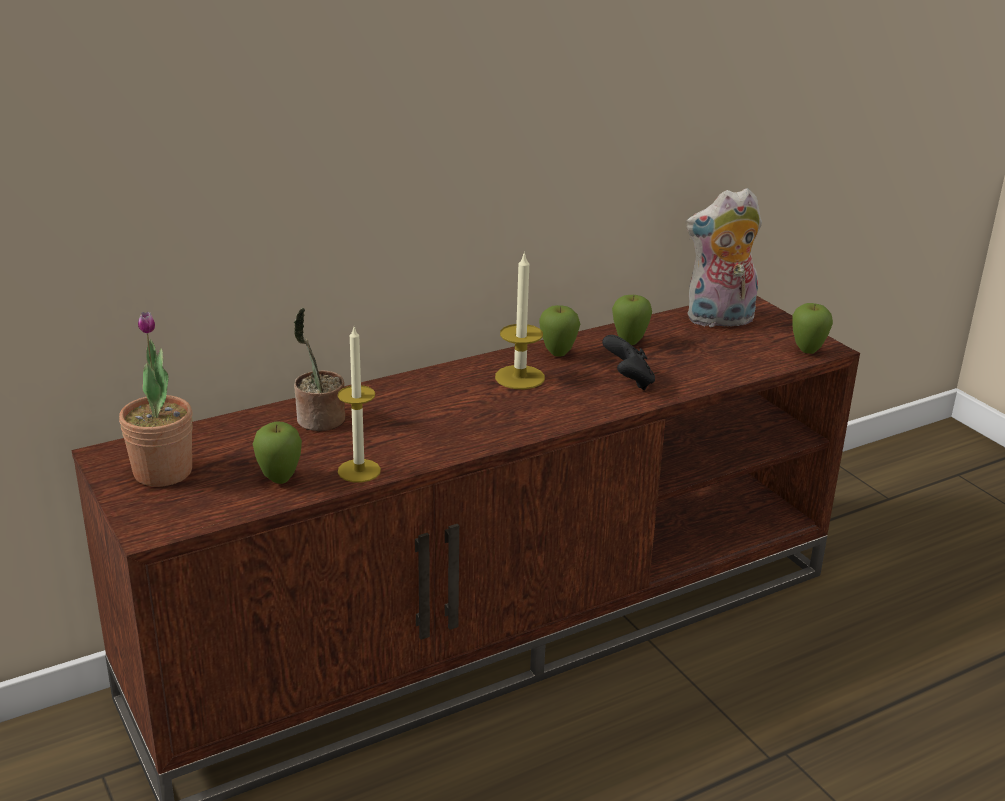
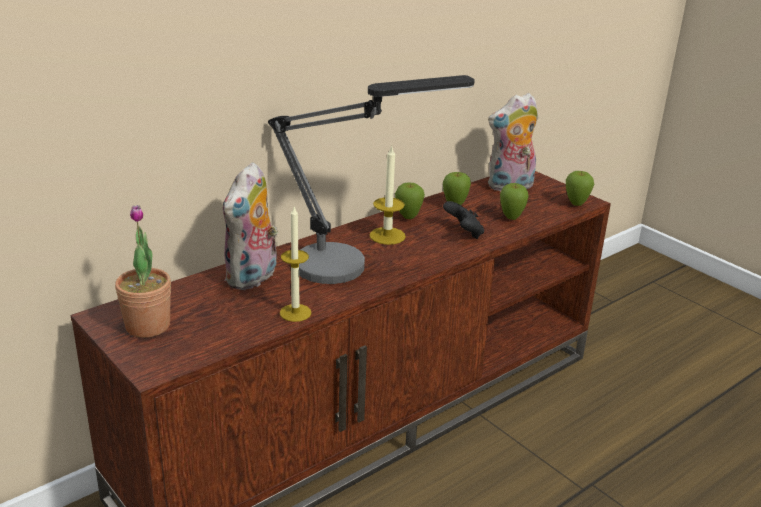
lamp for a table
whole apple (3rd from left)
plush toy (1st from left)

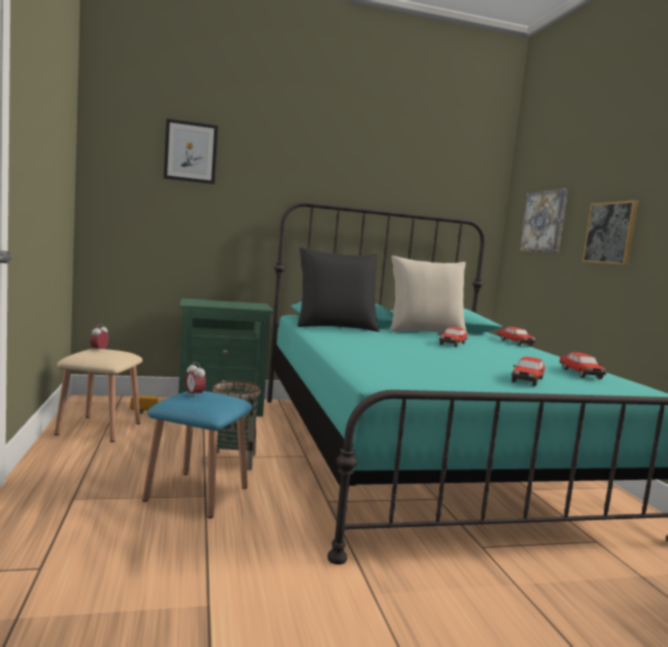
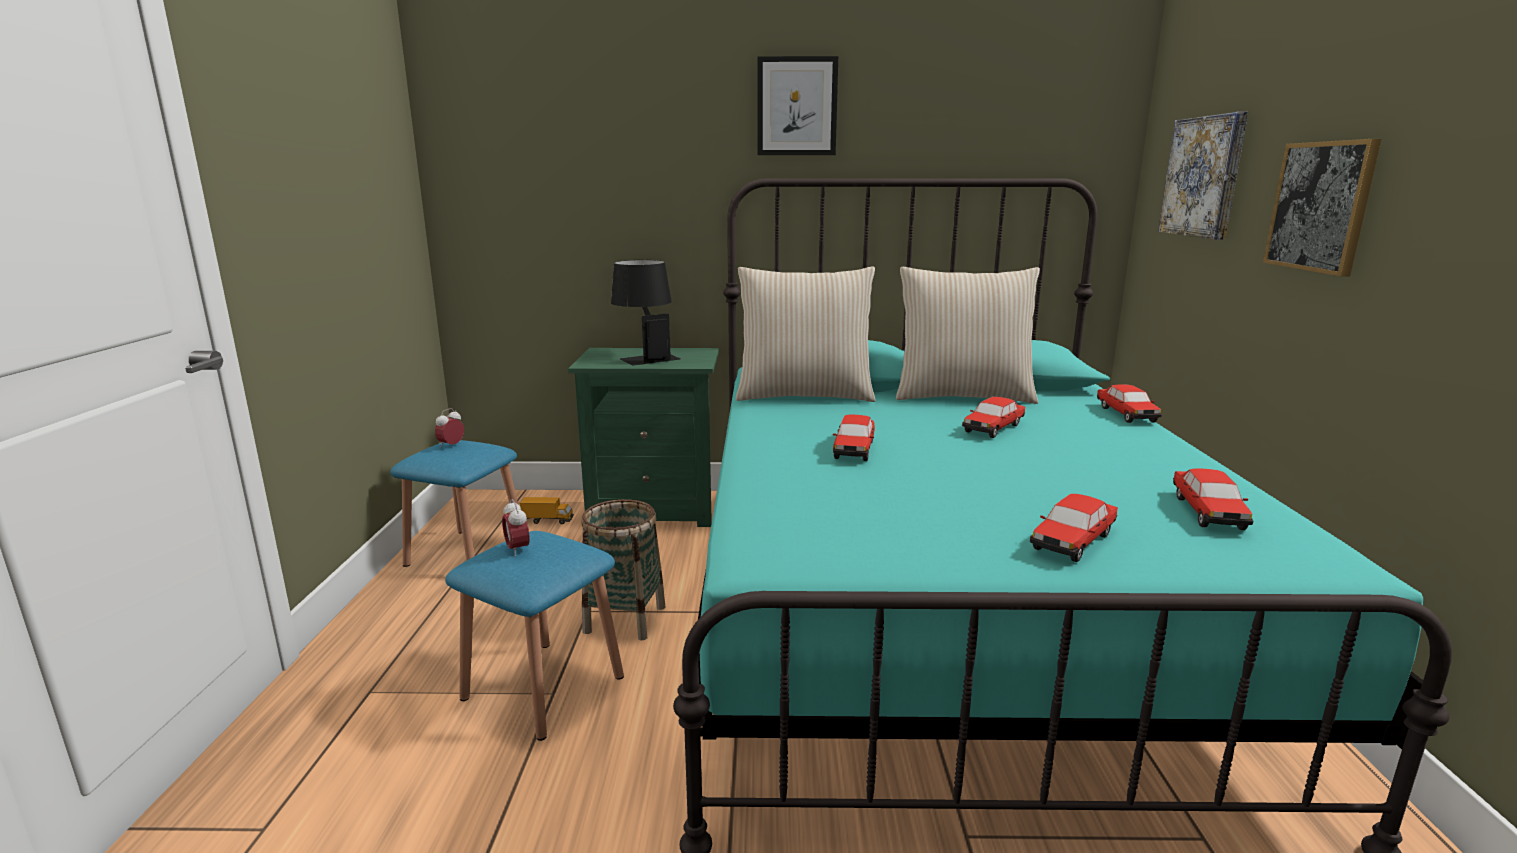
black-coloured lamp for a table
toy car (1st from left)
picture (1st from left)
blue-coloured sitting stool (1st from left)
sand-coloured pillow (1st from left)

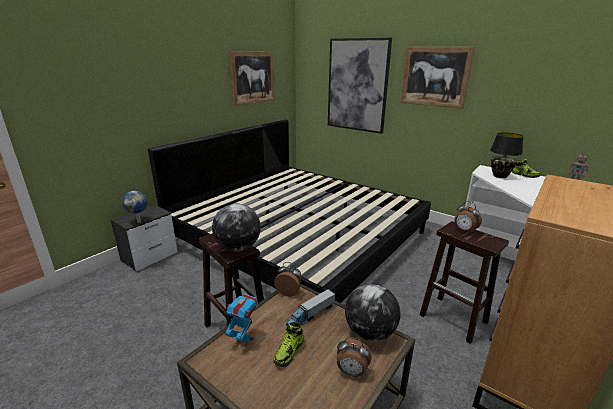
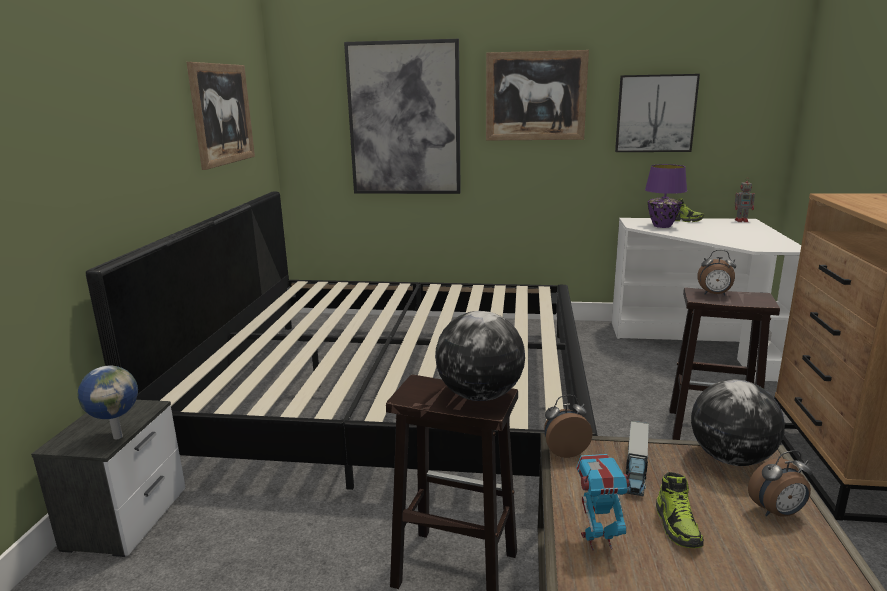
picture (4th from left)
purplish lamp for a table

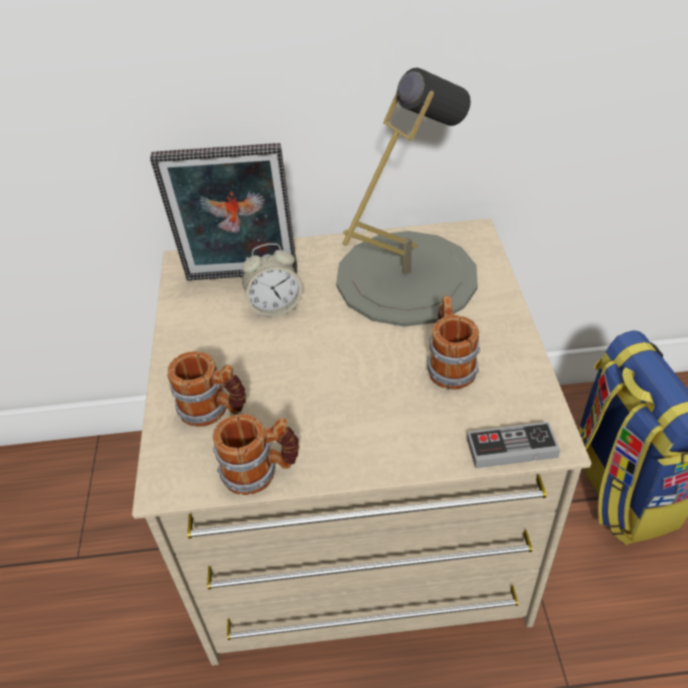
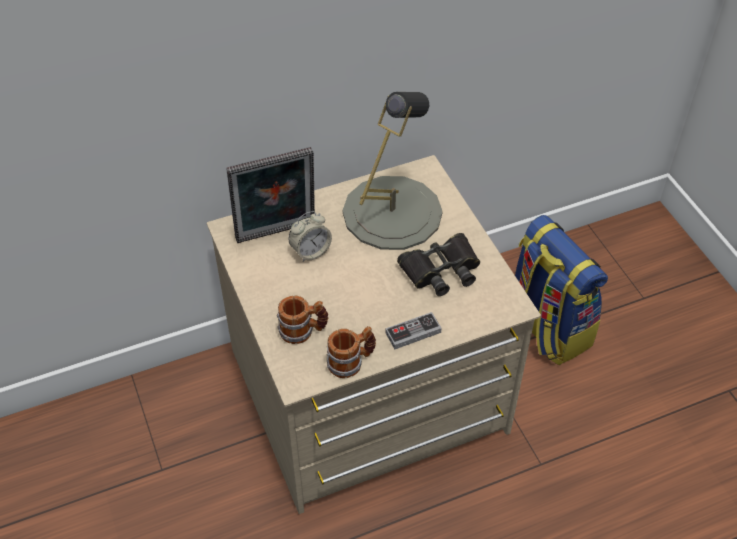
joypad
black-coloured pair of binoculars

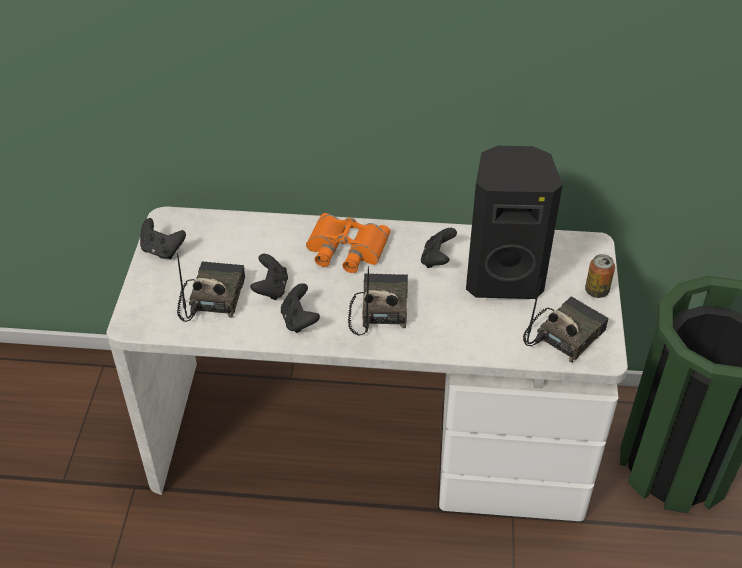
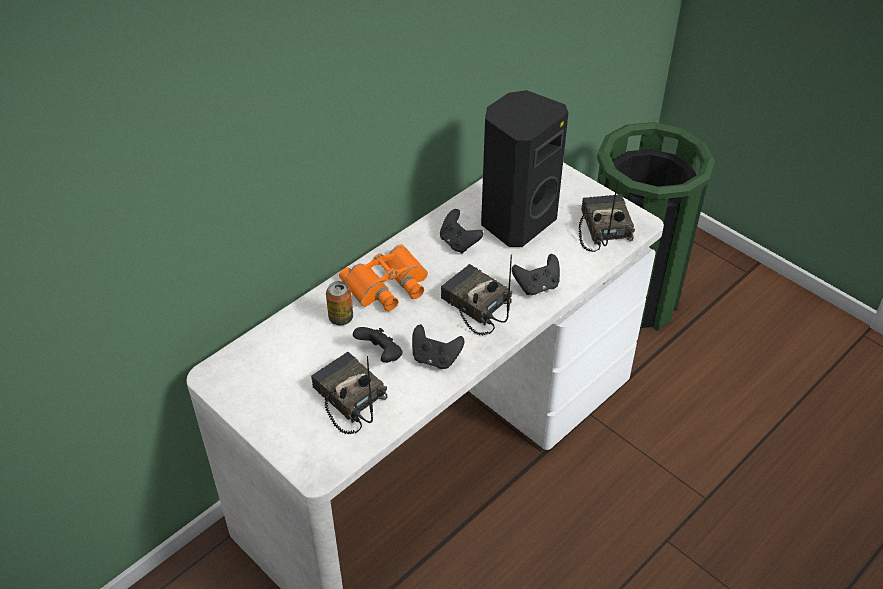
black-coloured joypad (4th from left)
can

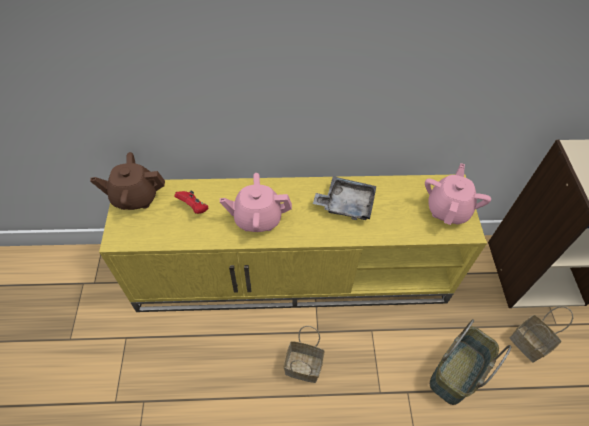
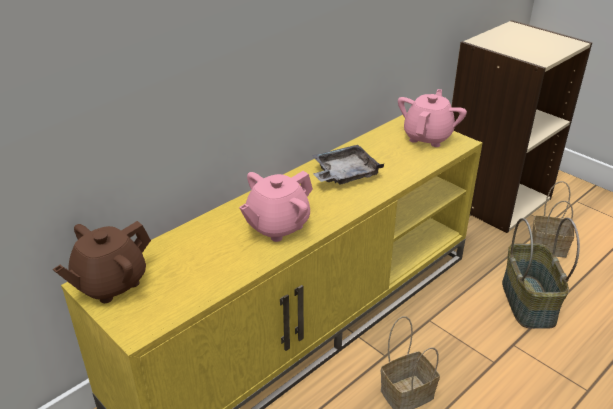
reddish joypad
pink-coloured tea pot (2nd from left)

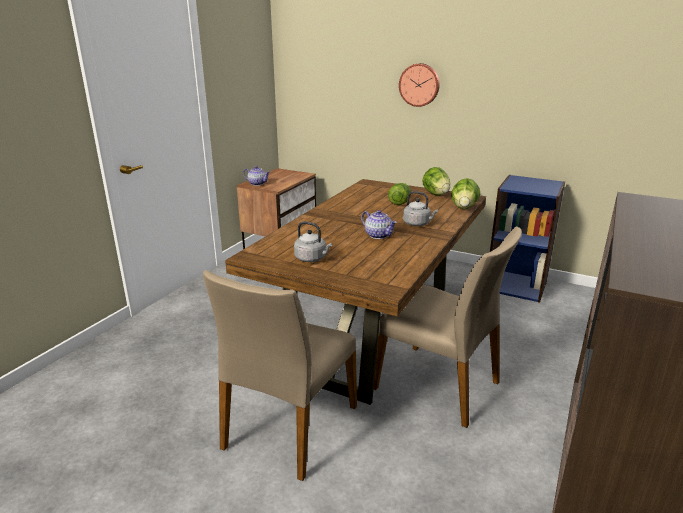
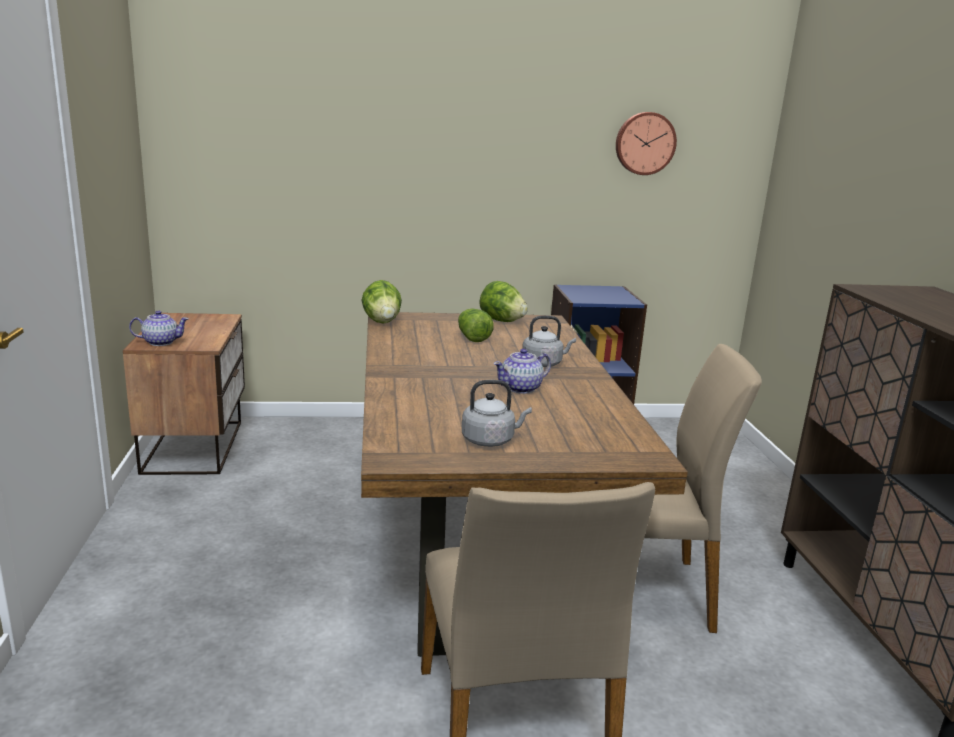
hanging clock
lettuce head (1st from left)
tea pot (2nd from left)

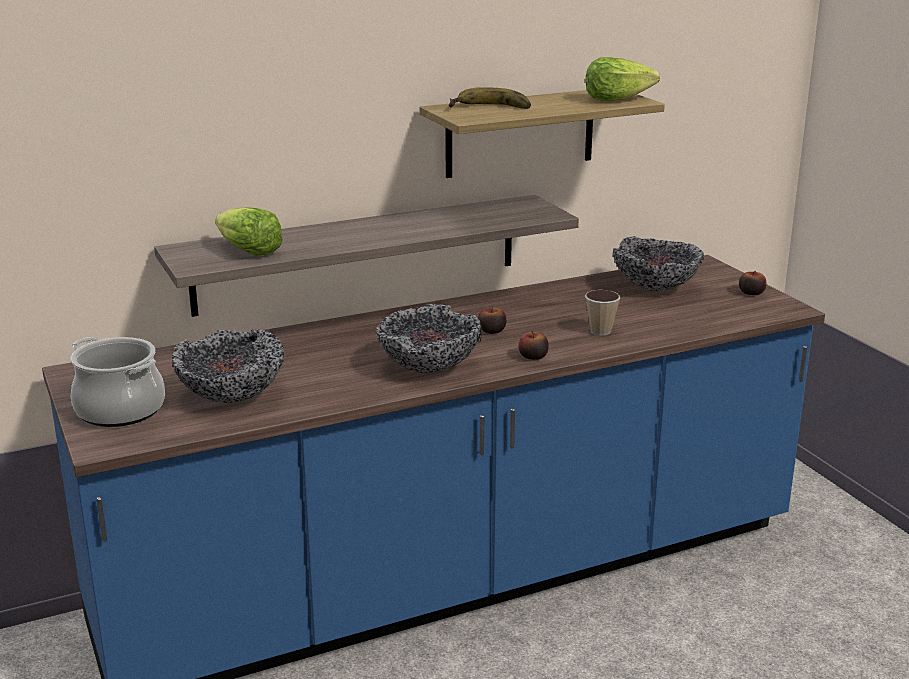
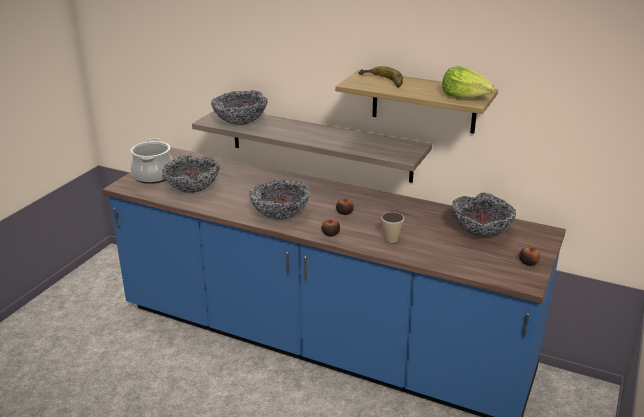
serving bowl (2nd from left)

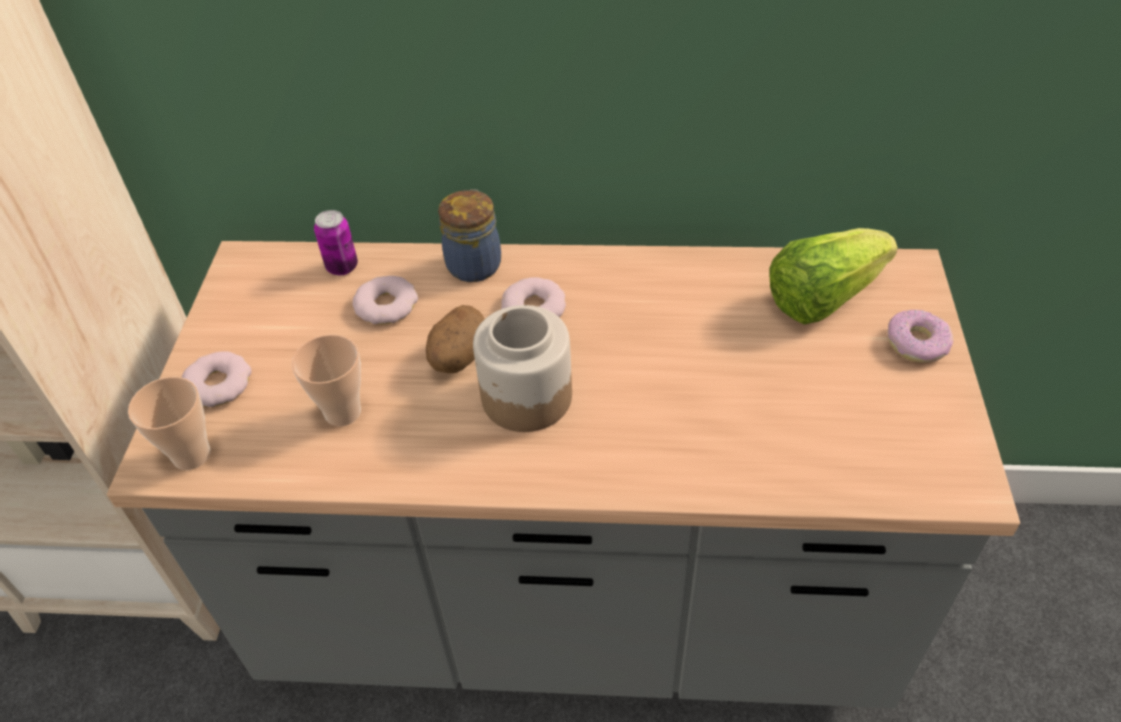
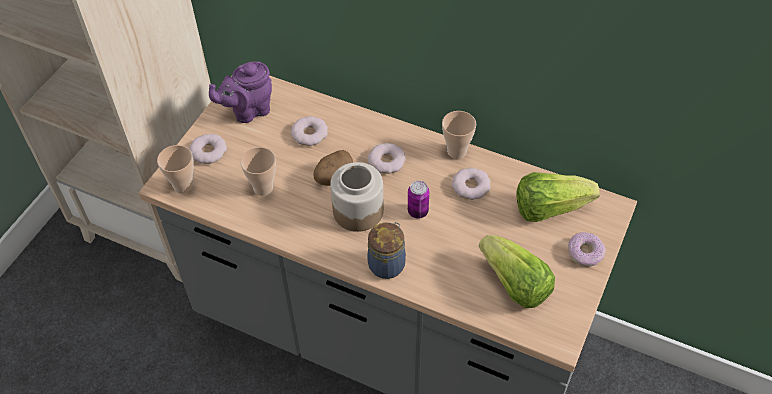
purplish tea pot
drinking cup (3rd from left)
donut (4th from left)
lettuce head (1st from left)
can
jar (2nd from left)

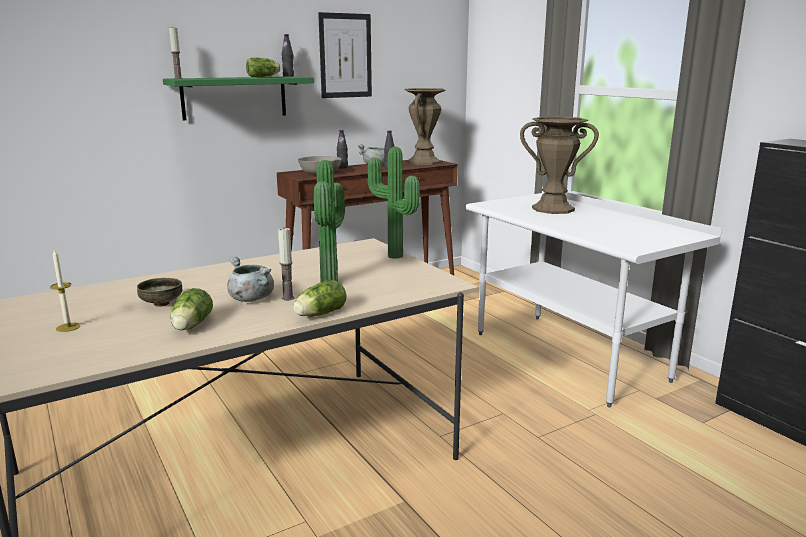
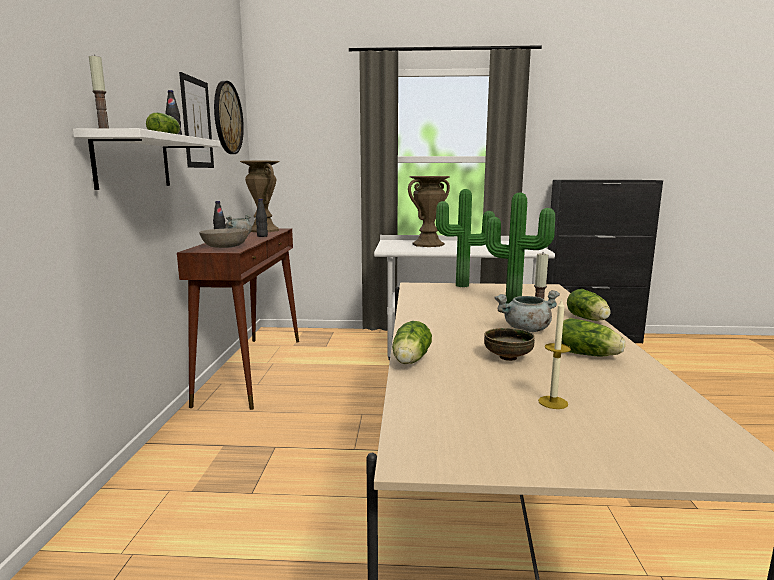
hanging clock
lettuce head (2nd from left)
white-coloured shelf

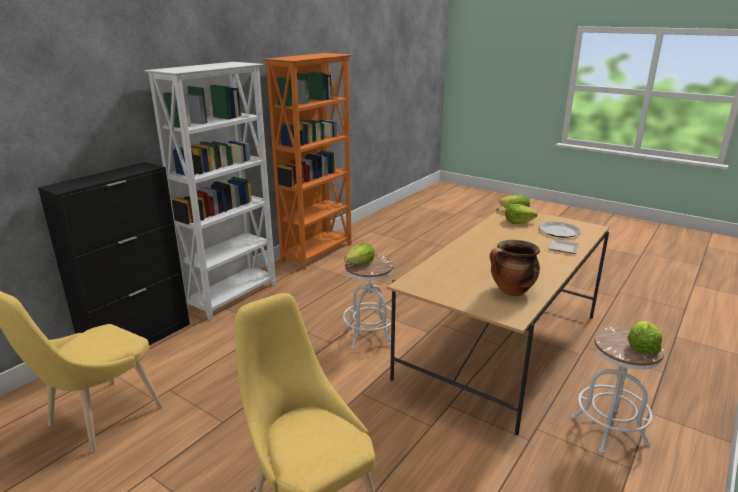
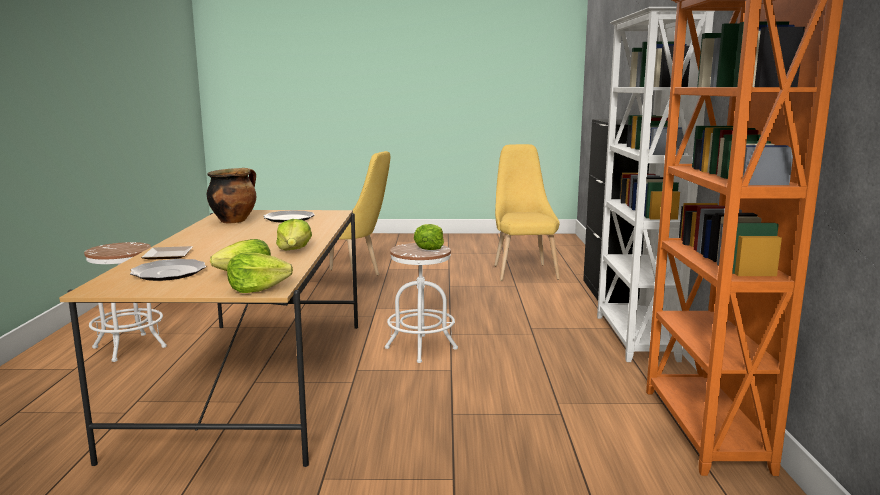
plate (3rd from left)
lettuce head (3rd from left)

